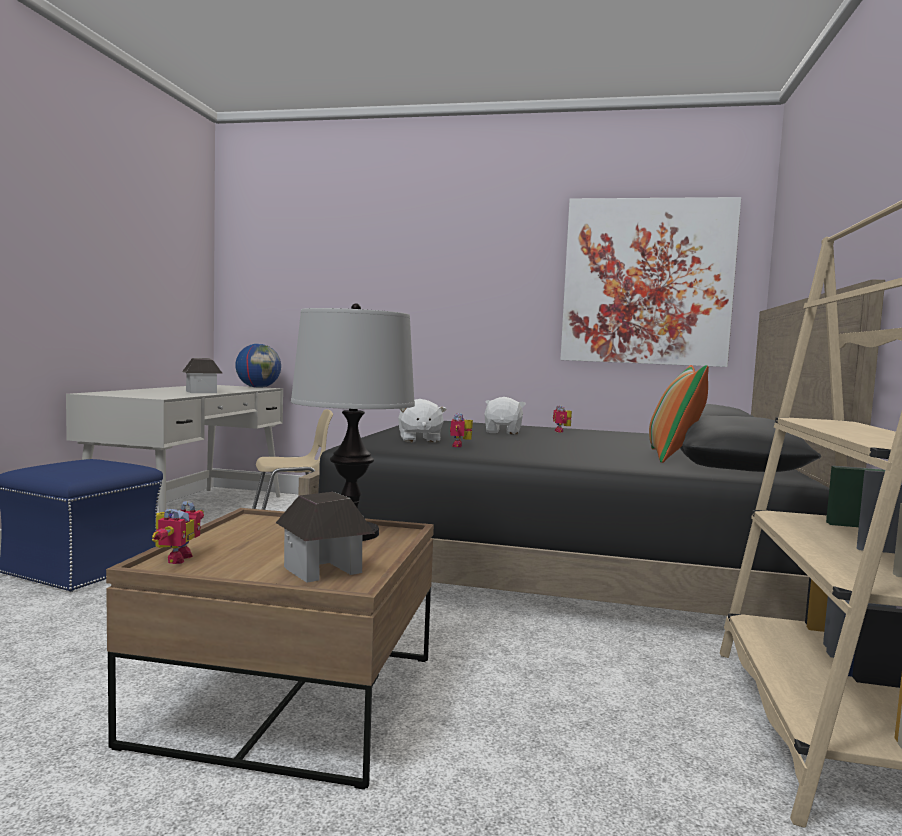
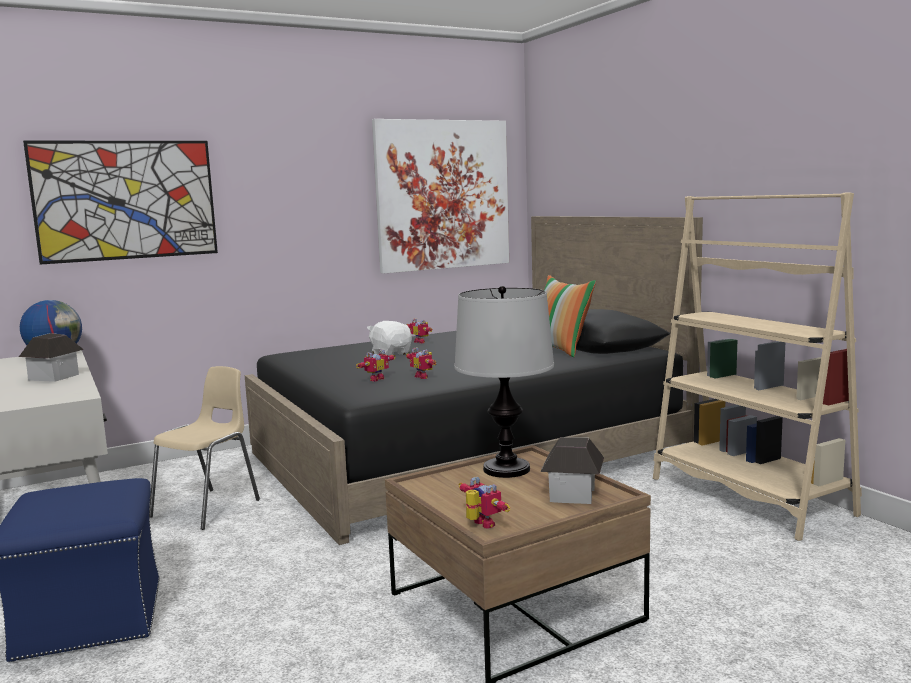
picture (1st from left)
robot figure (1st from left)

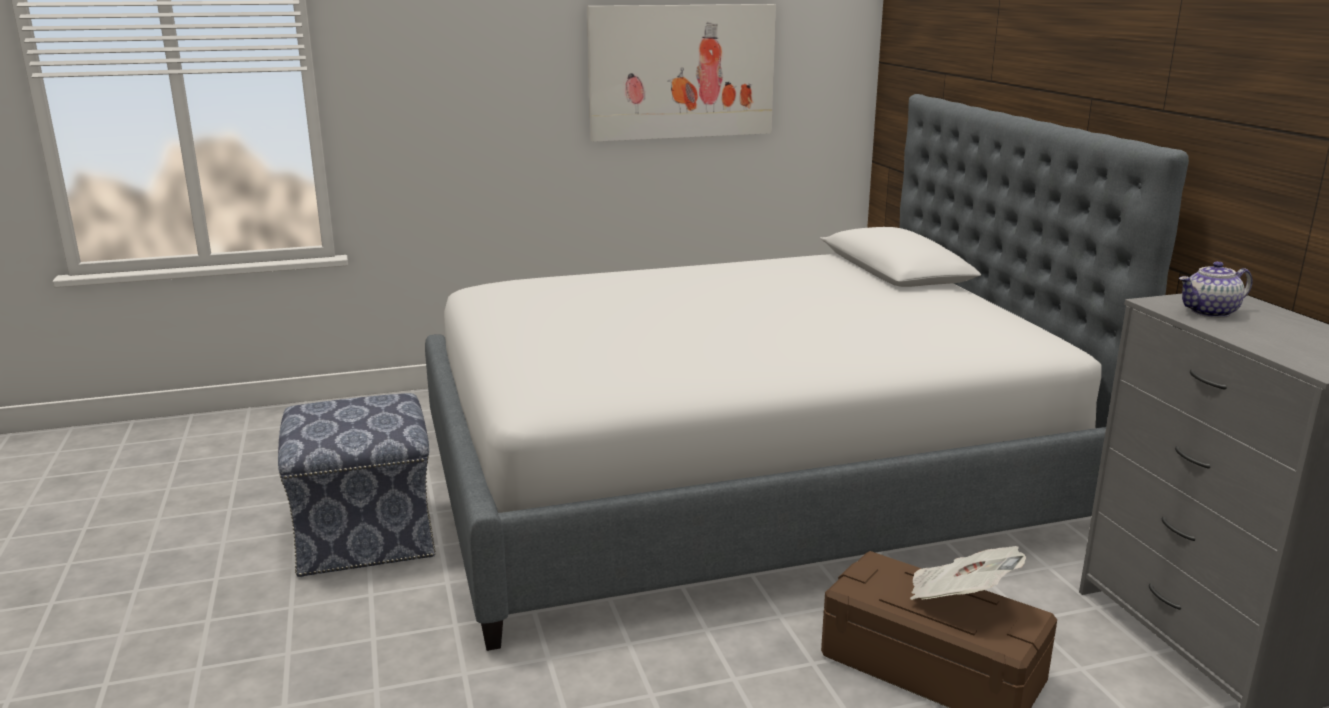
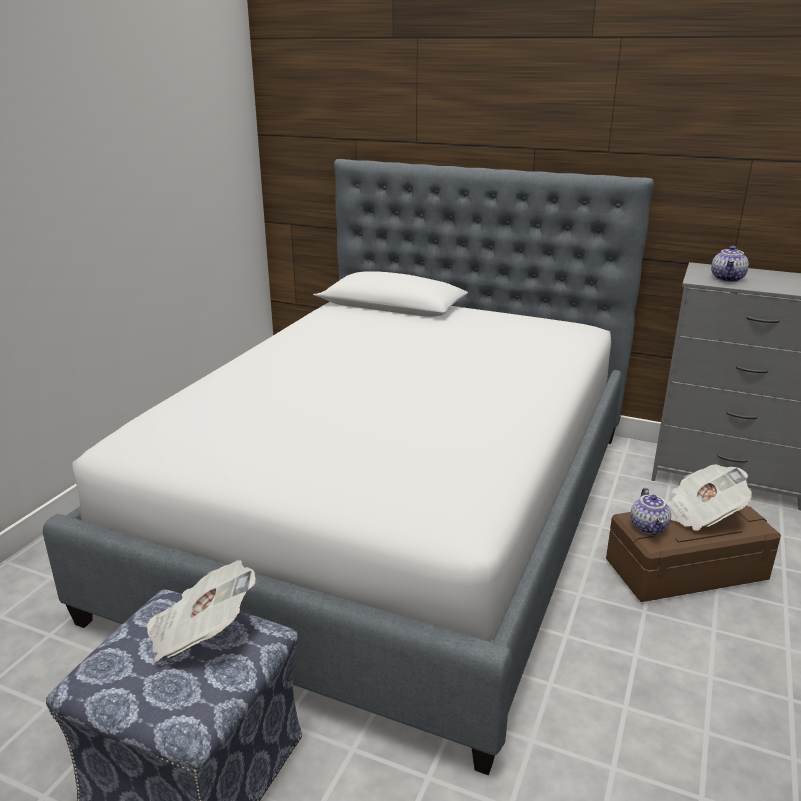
picture
daily paper (1st from left)
tea pot (1st from left)

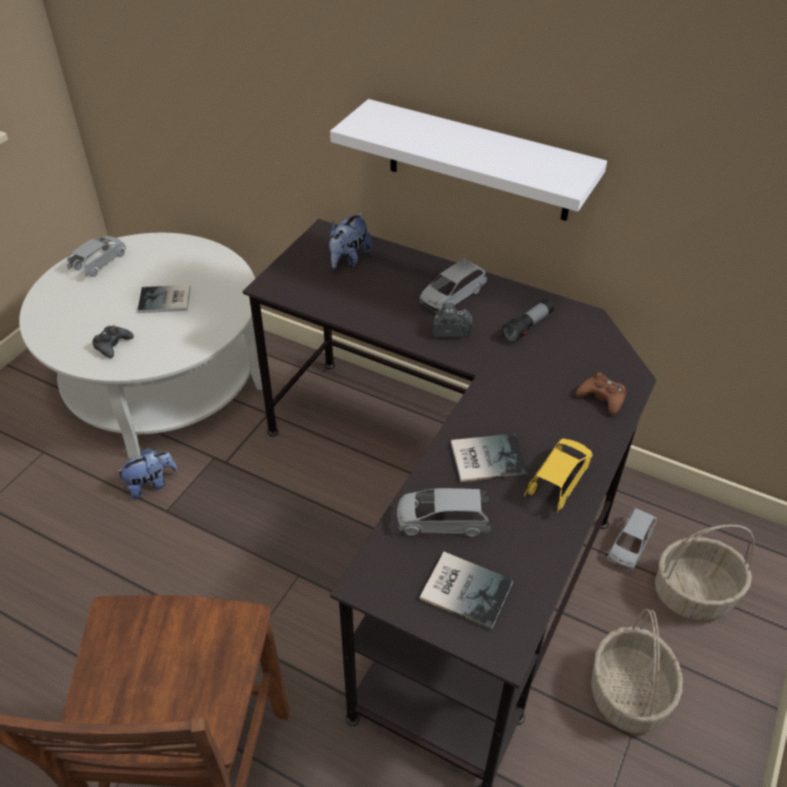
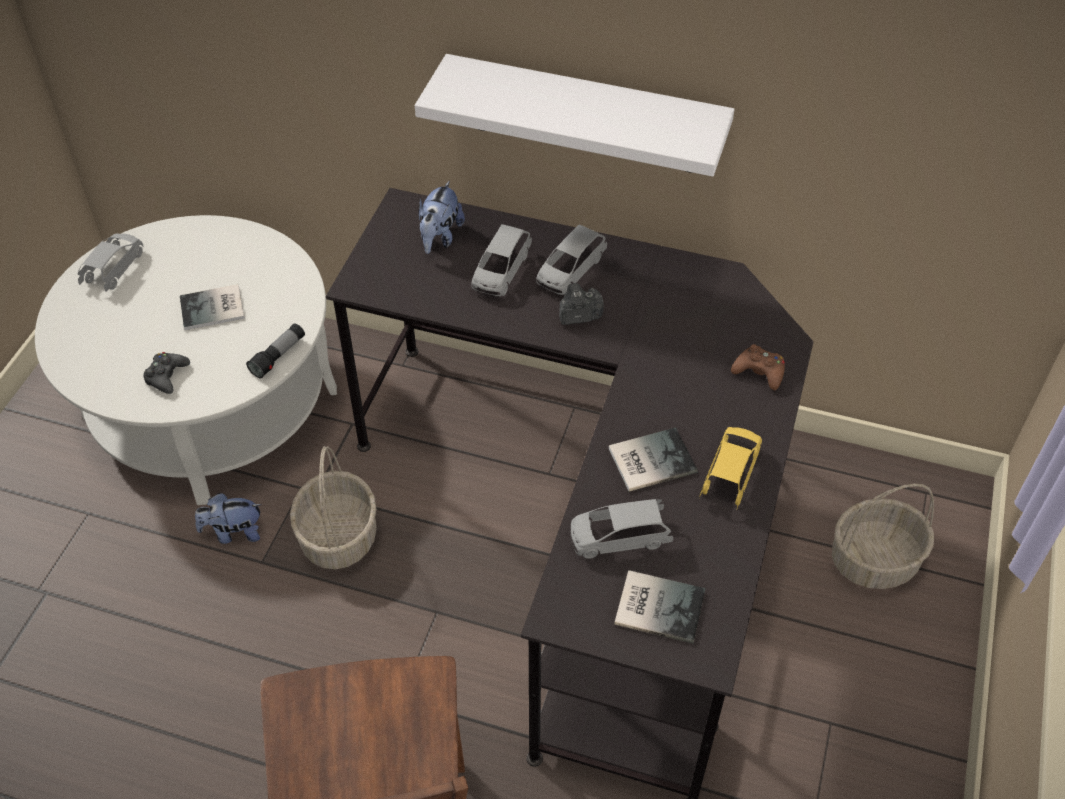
torch
household basket (1st from left)
gray toy car (2nd from left)
plush toy (1st from left)

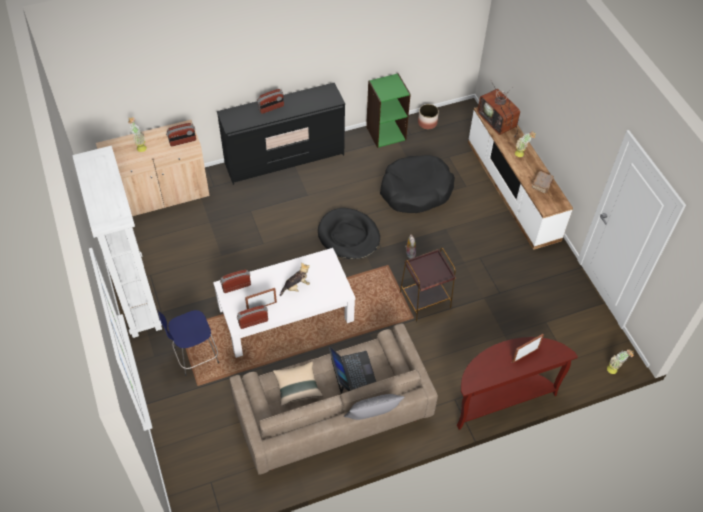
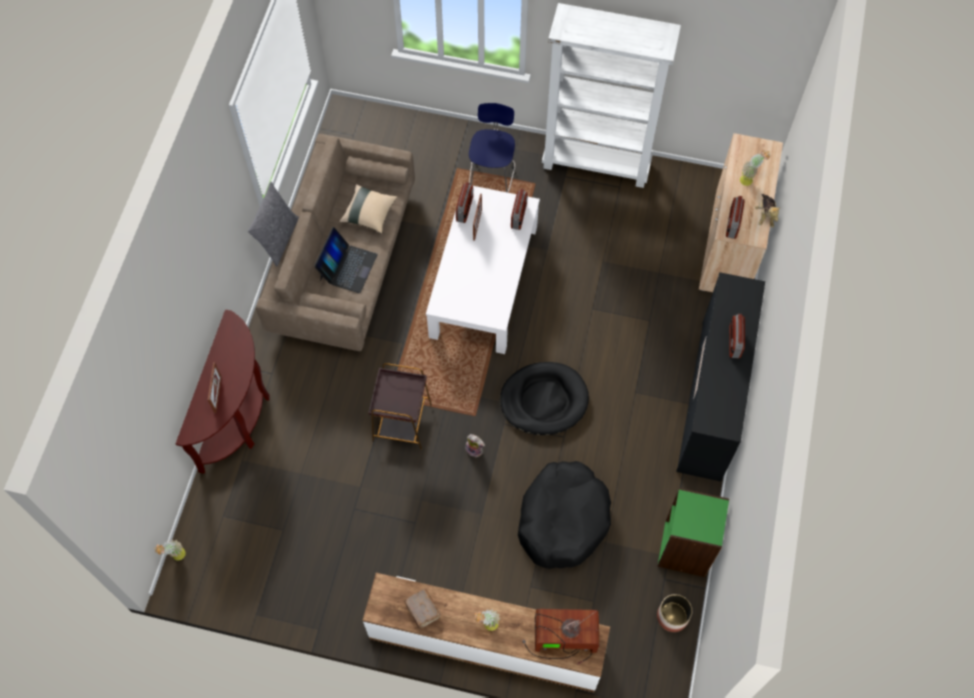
plush toy (2nd from left)
laptop

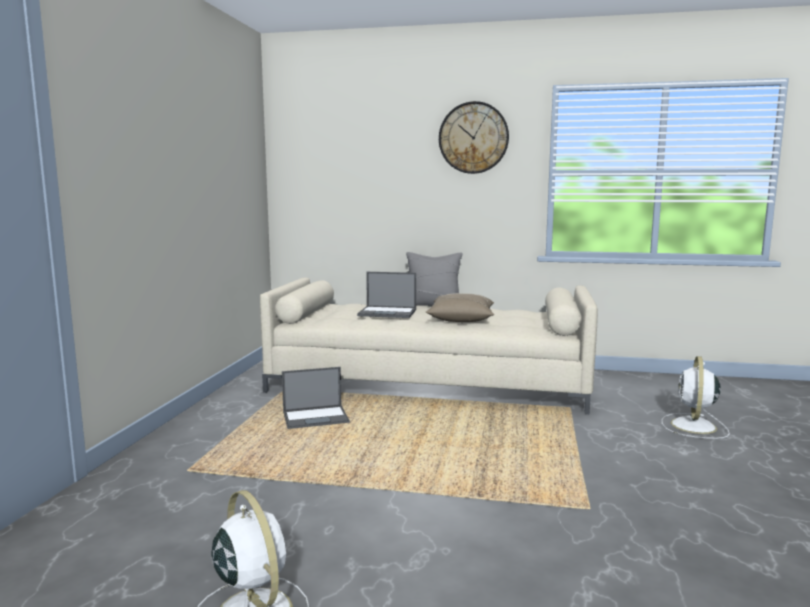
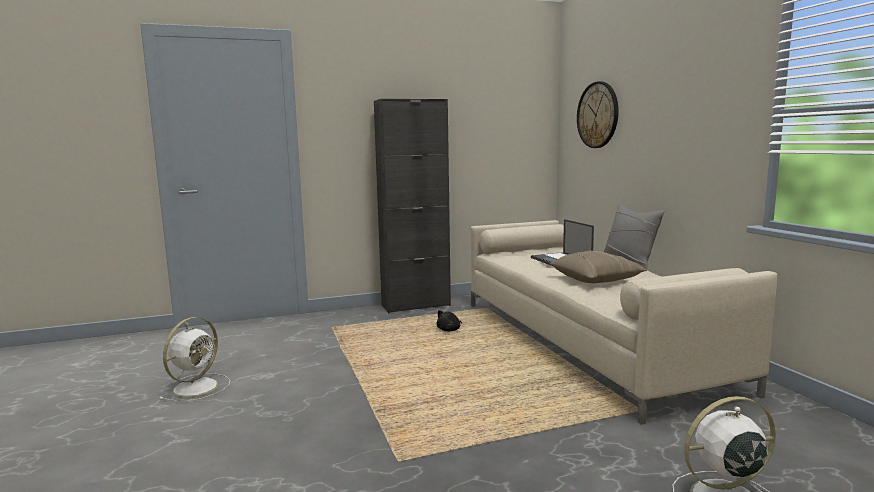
black-coloured storage cabinet
hanging clock
black-coloured plush toy

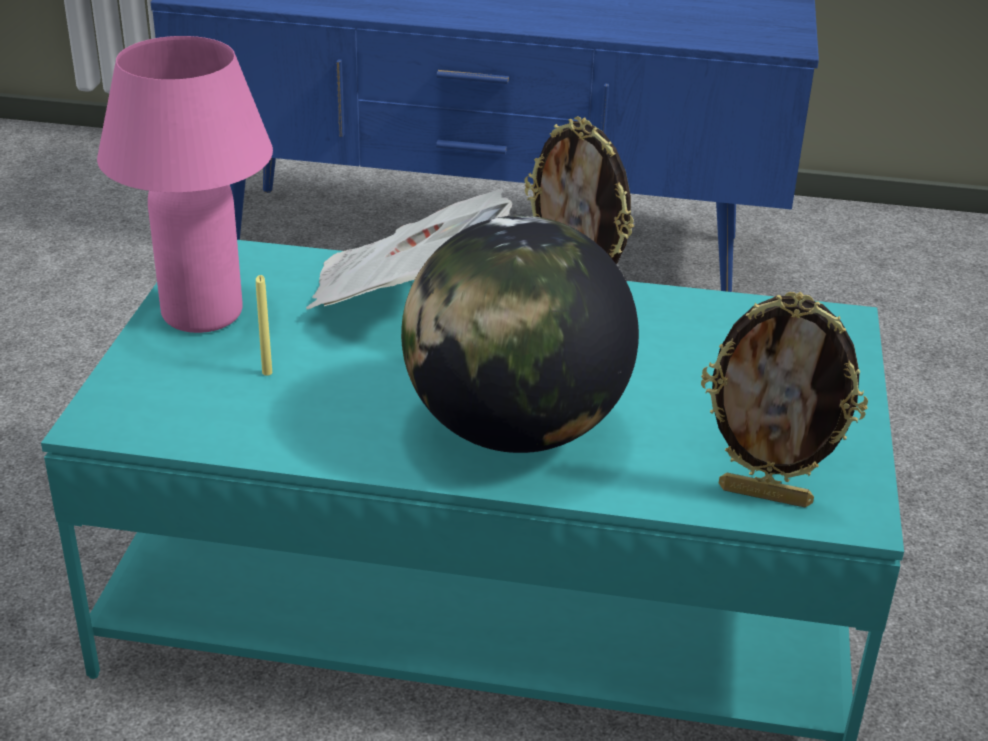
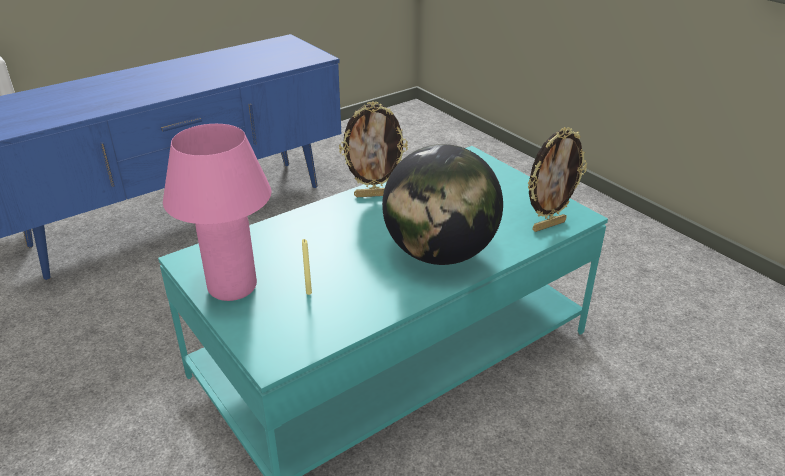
daily paper

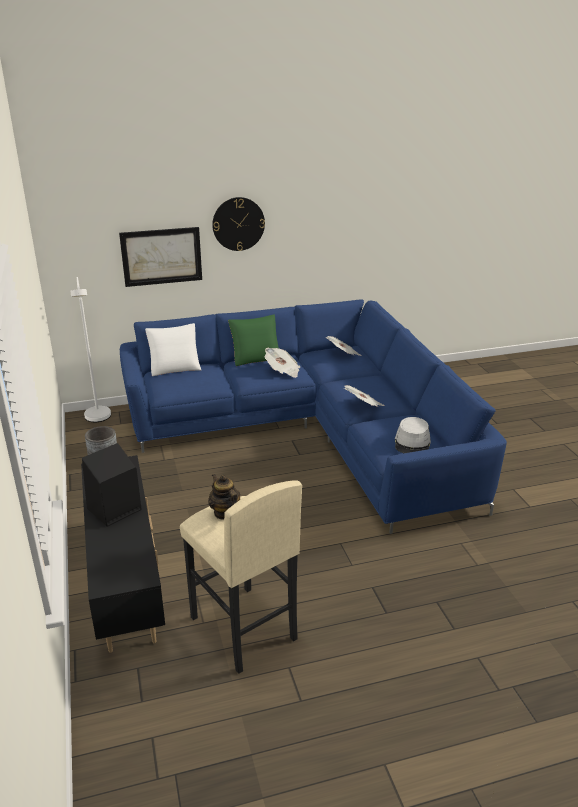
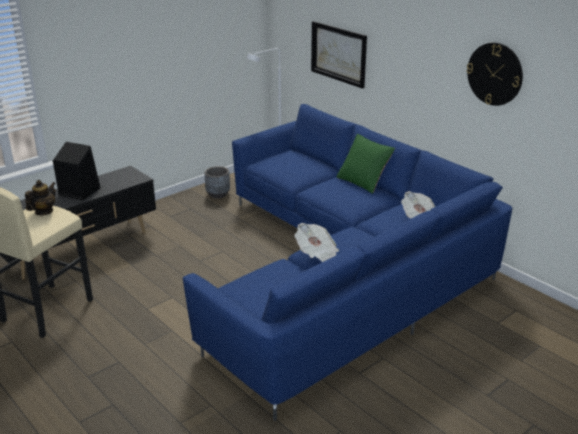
white-coloured pillow
daily paper (1st from left in the first image)
gray clothing hat
hanging clock

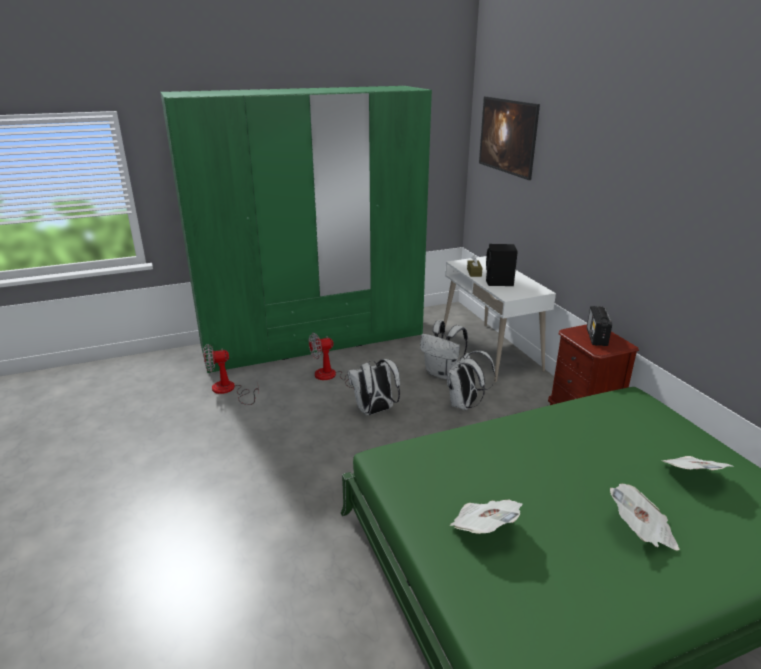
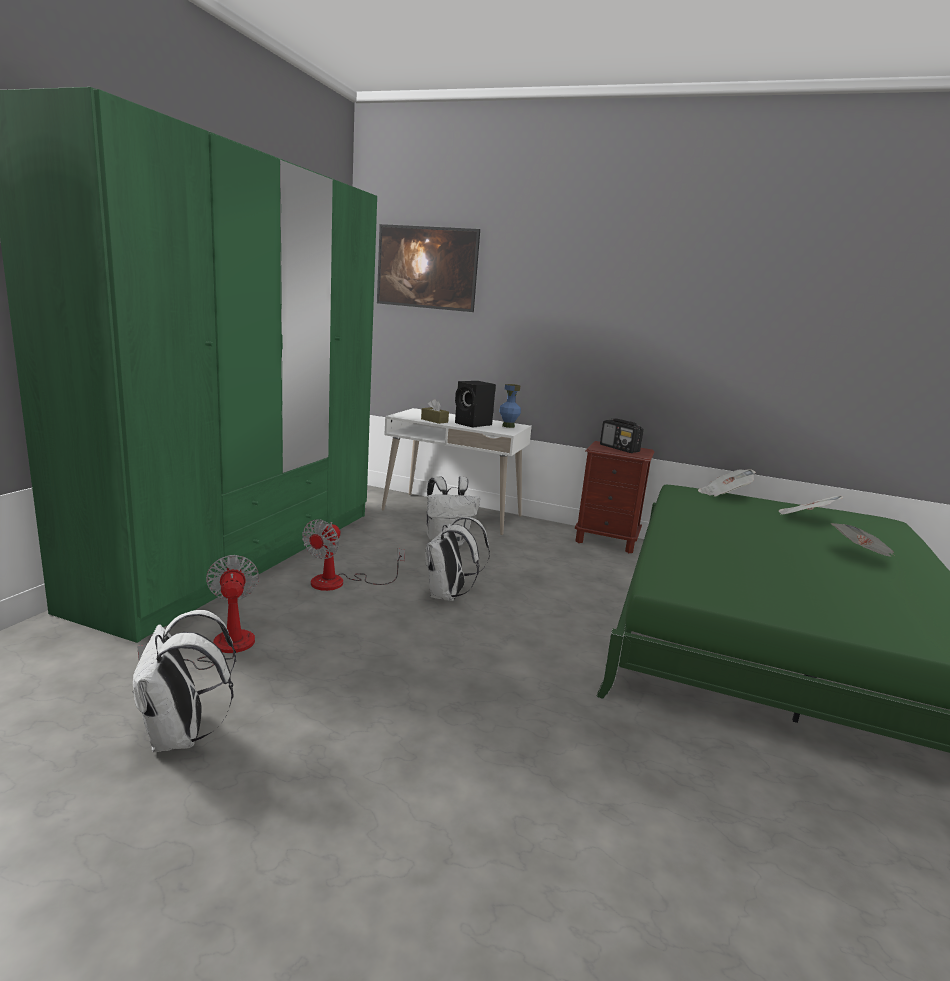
blue-coloured flower vase
white-coloured backpack (1st from left)
daily paper (1st from left)
cooling fan (1st from left)

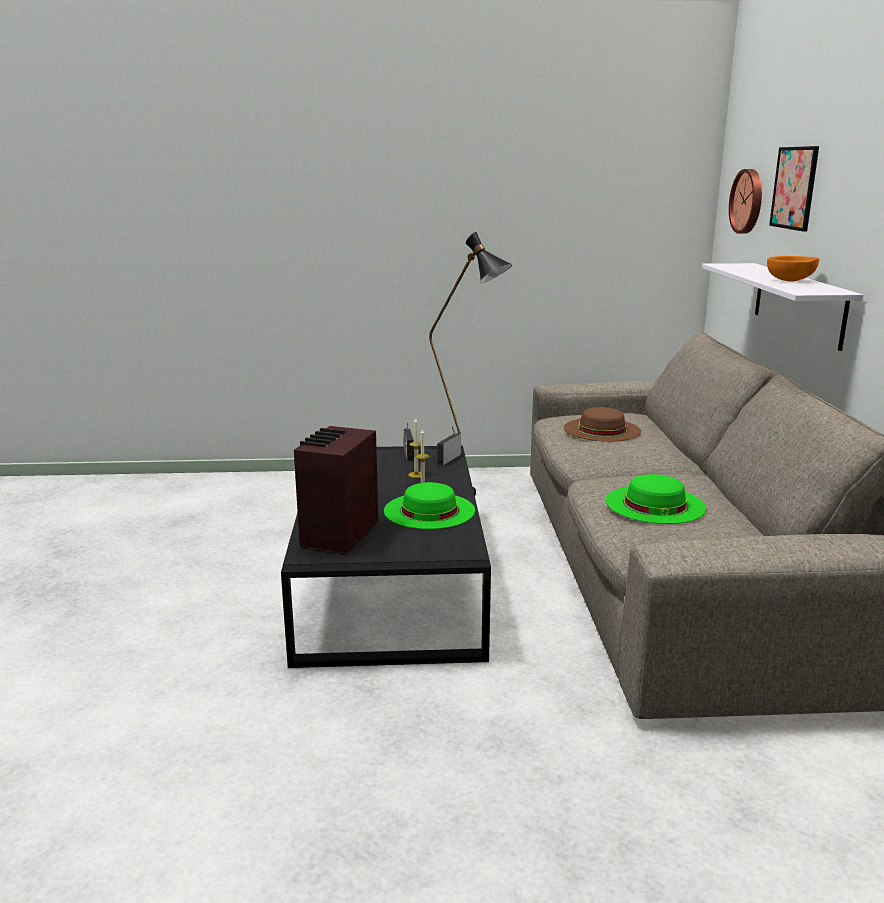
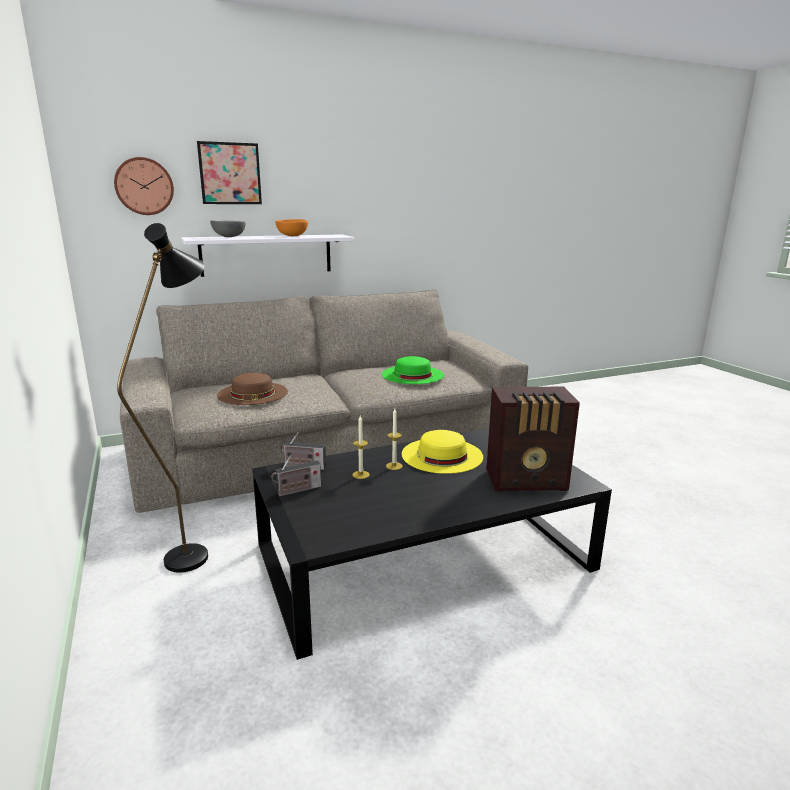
gray serving bowl
yellowish clothing hat

